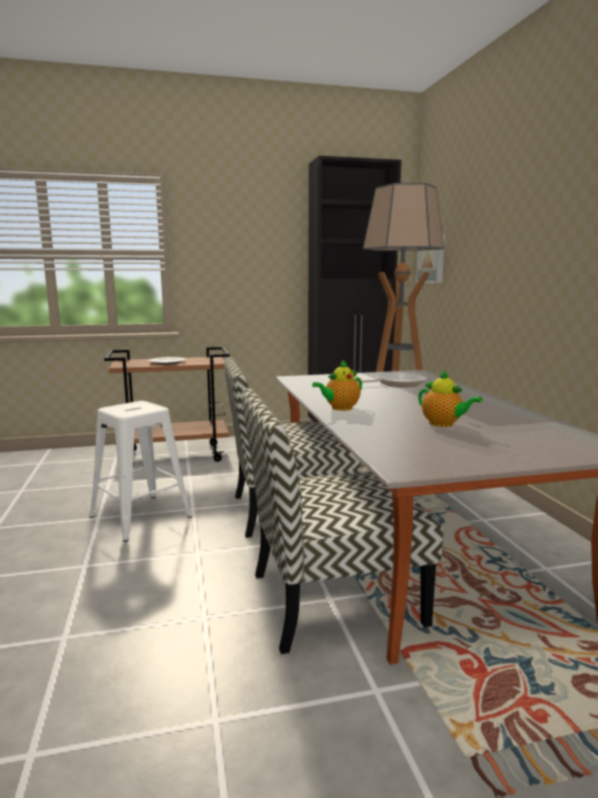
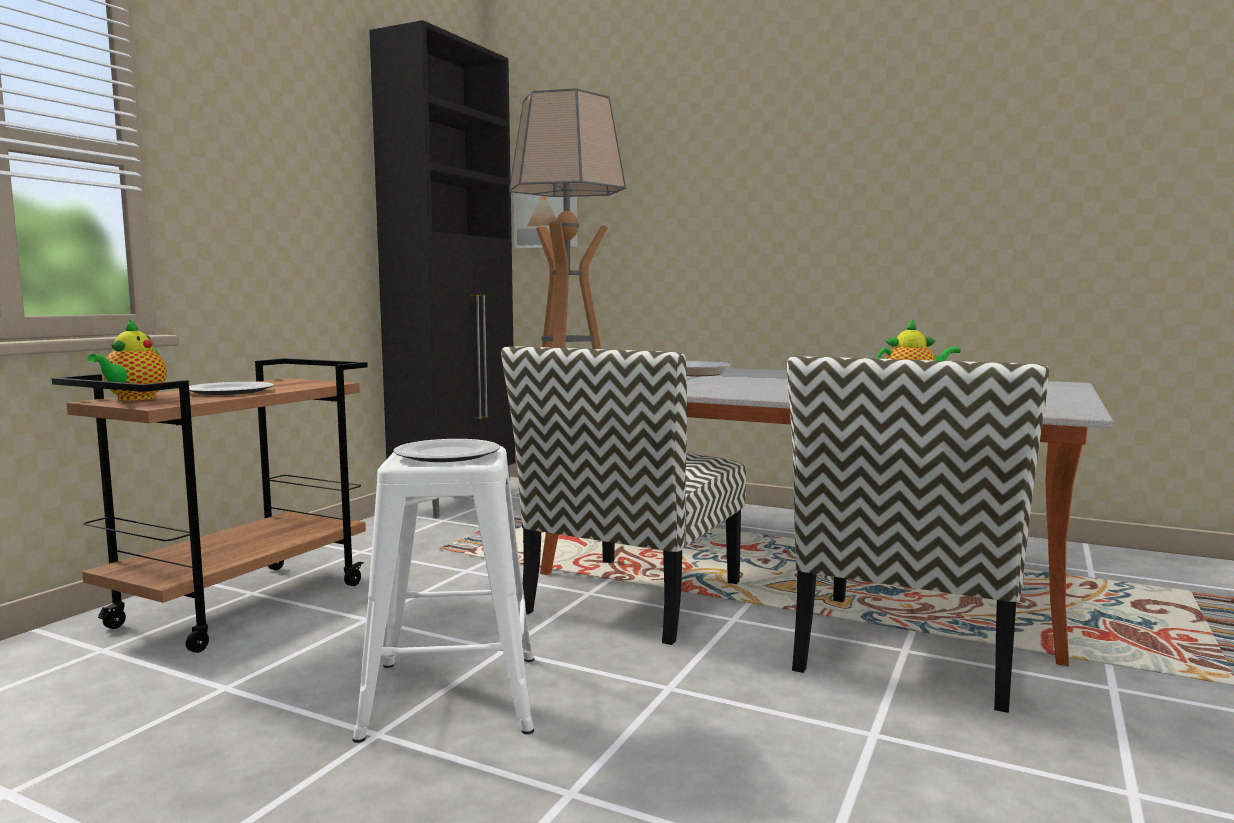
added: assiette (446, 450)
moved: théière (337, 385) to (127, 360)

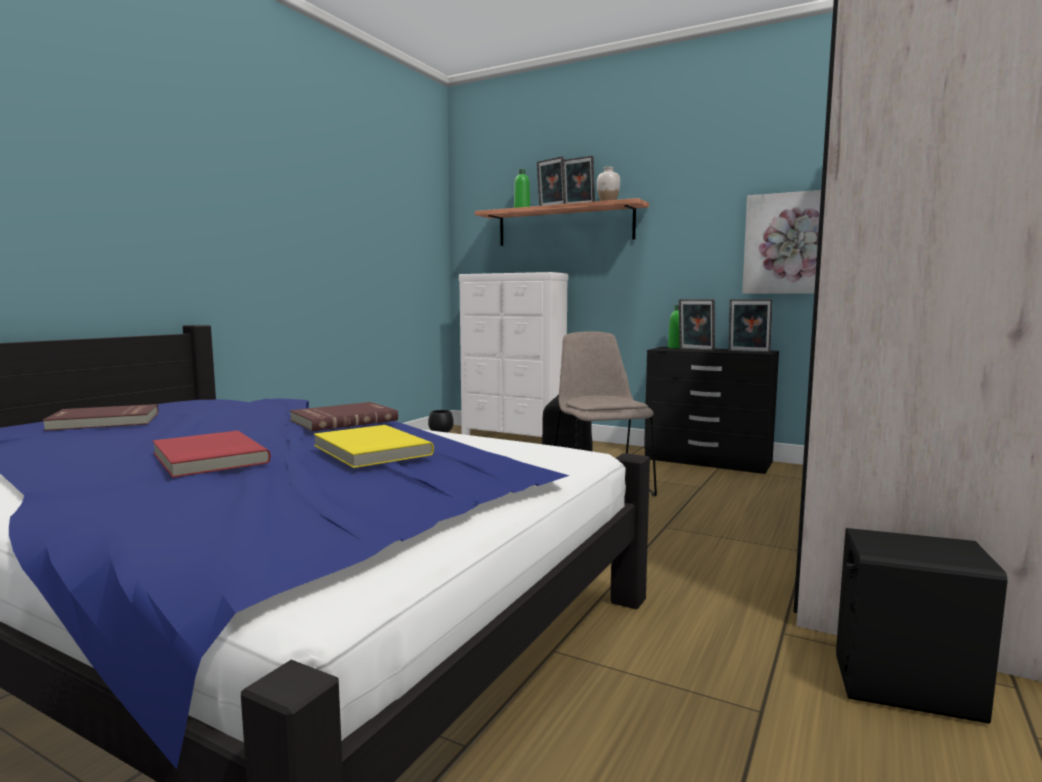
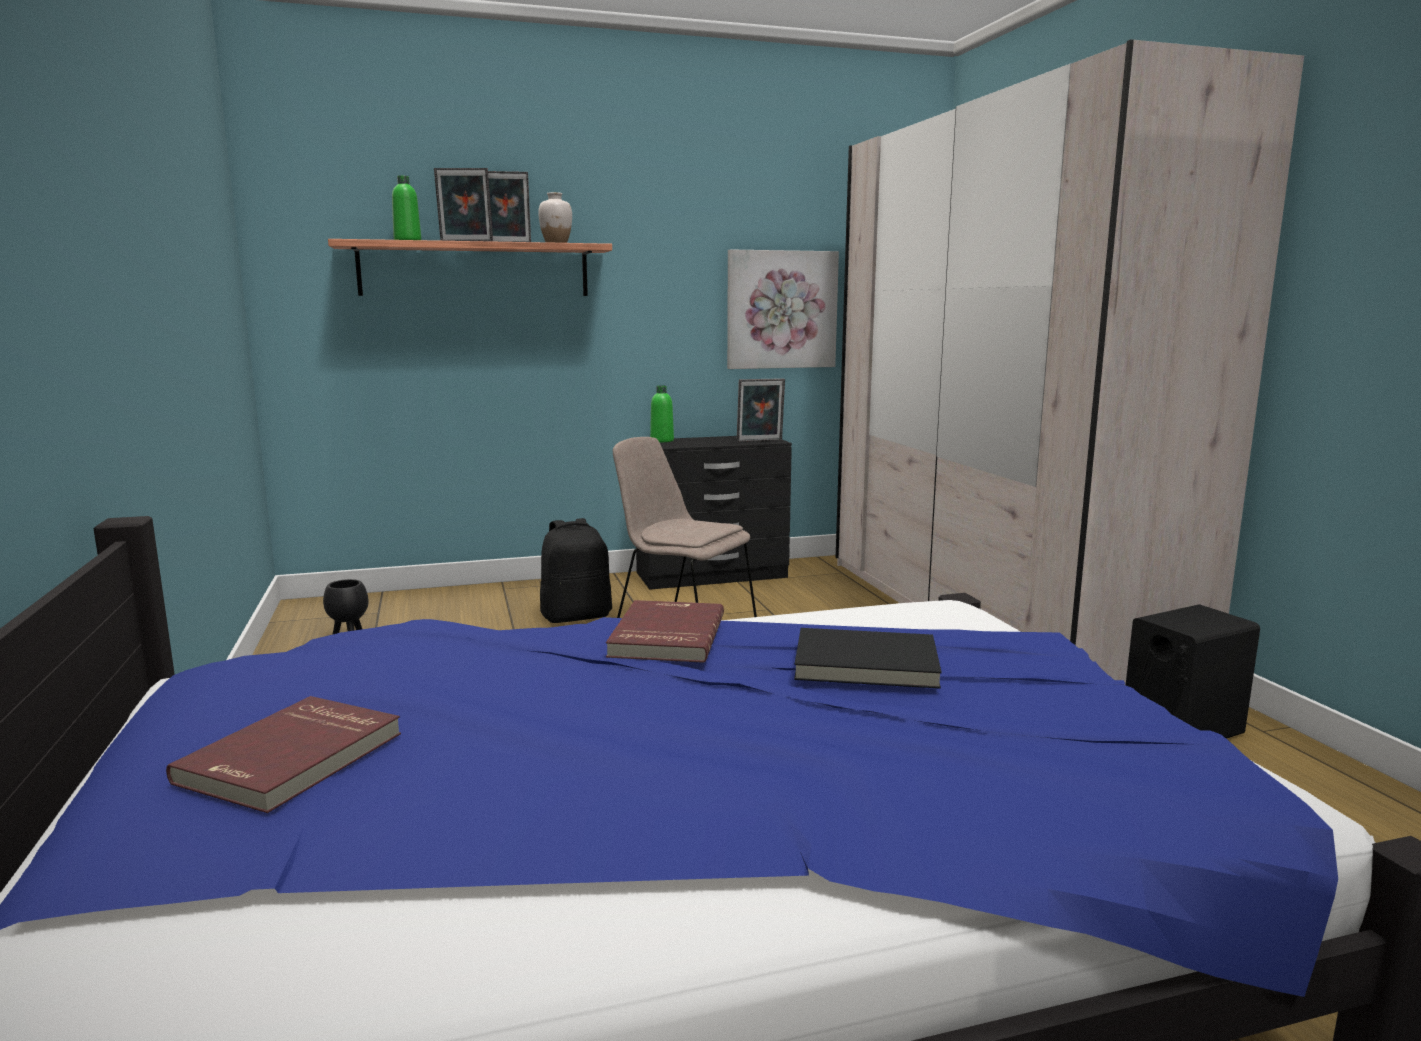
removed: livre/rouge (212, 454); commode/blanc (513, 354); cadre photo (697, 325)
recoloured: livre/jaune (374, 446) to livre/noir (868, 658)

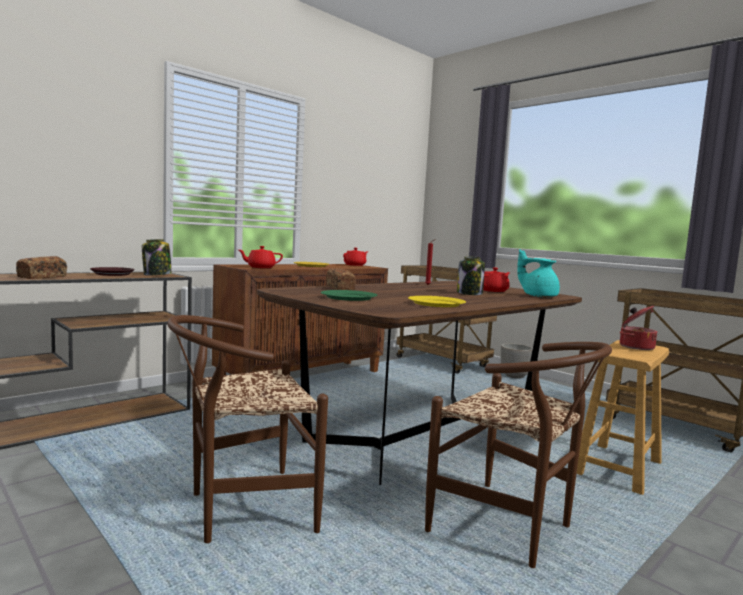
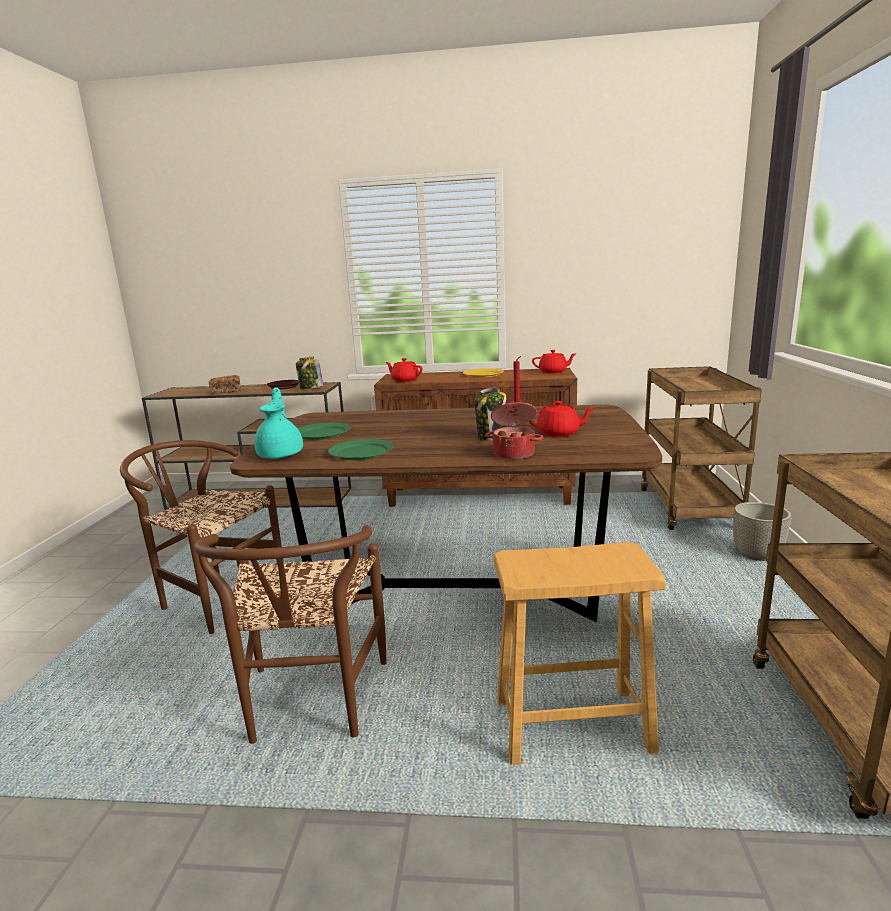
removed: pain (341, 279)
moved: théière/turquoise (538, 273) to (279, 423); marmite (638, 328) to (514, 431)
recoloured: assiette/jaune (437, 301) to assiette/vert (361, 449)

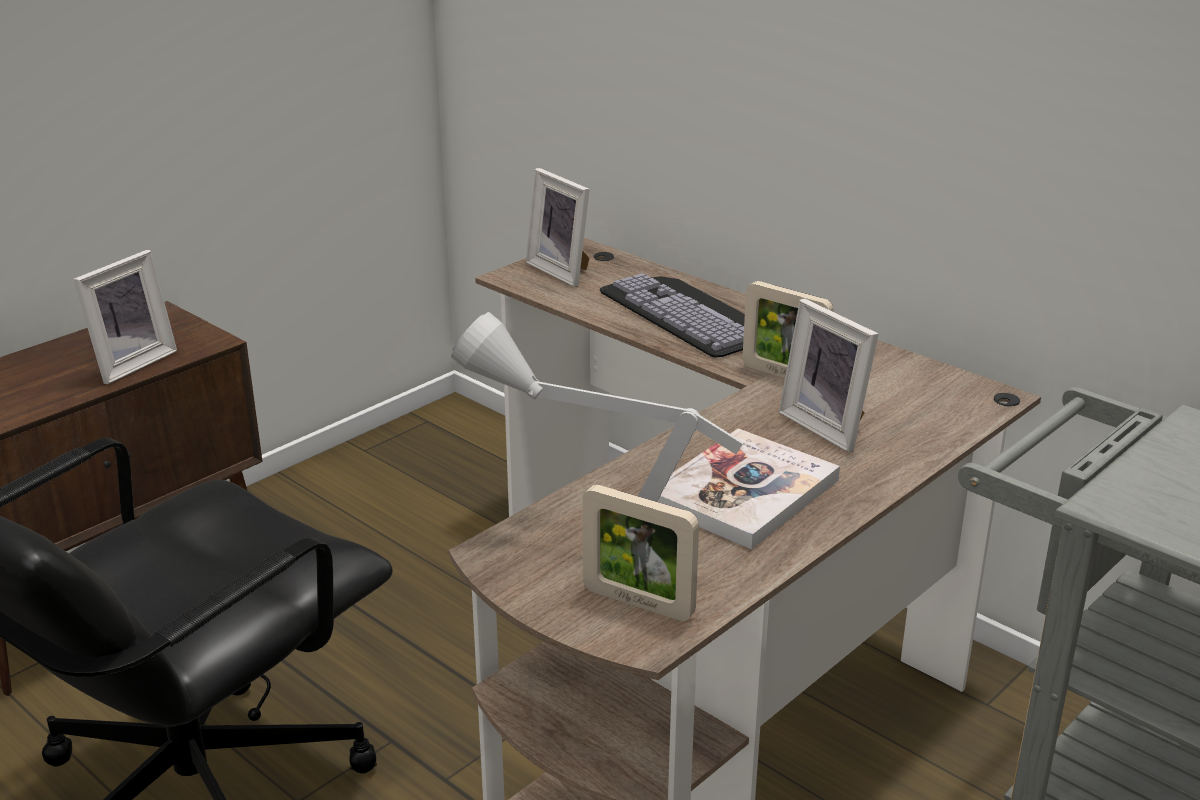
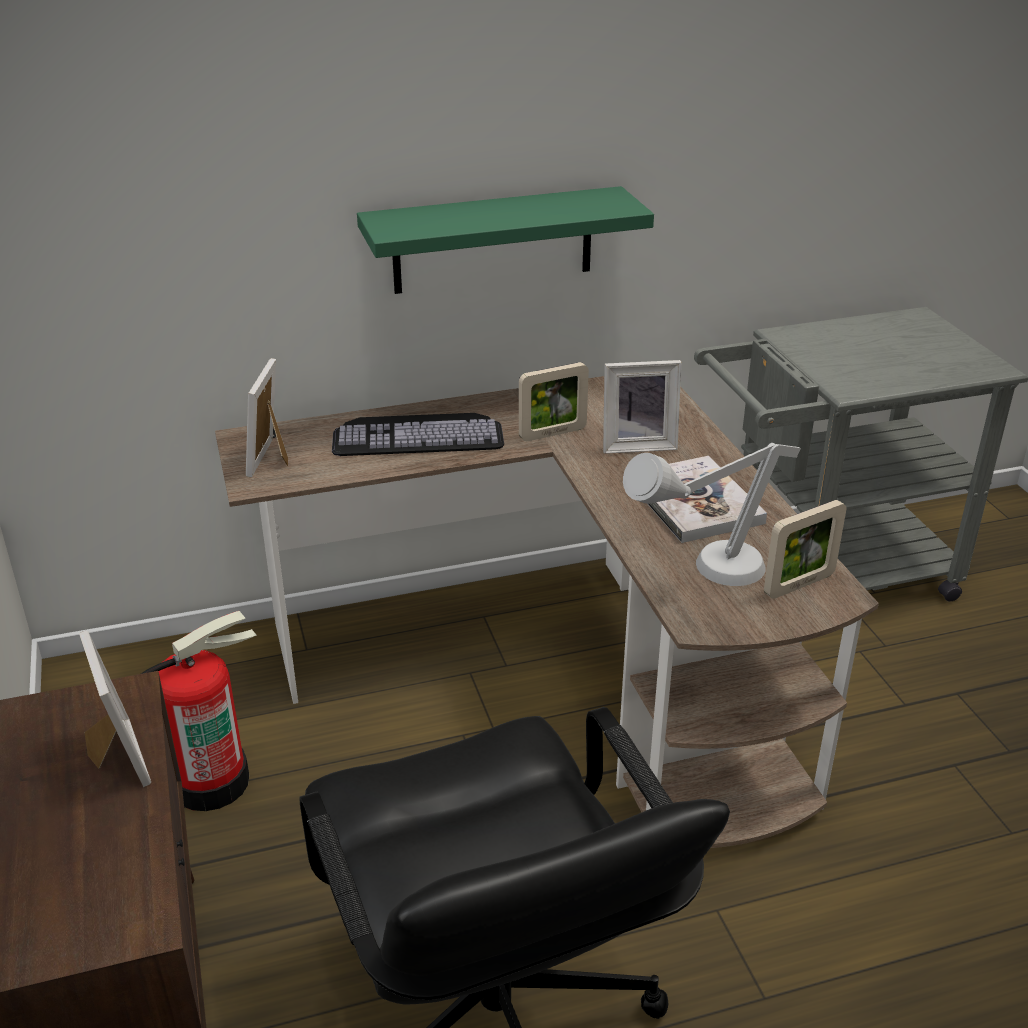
added: extincteur (199, 711); étagère/vert (505, 240)
turned: cadre photo (558, 227) = (267, 418) 105 degrees clockwise

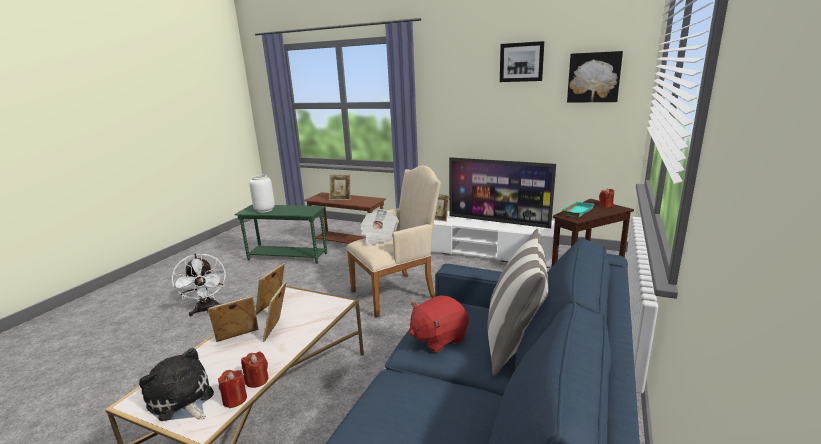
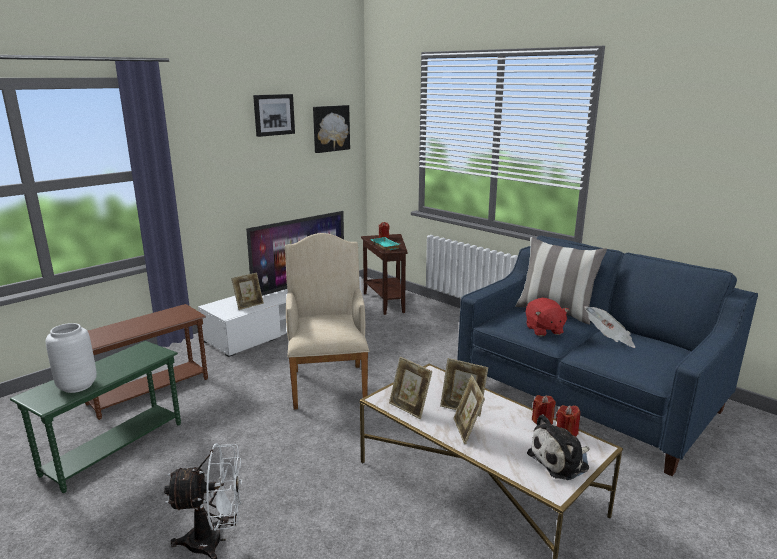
removed: cadre photo (340, 187)
moved: journal (379, 227) to (610, 327)

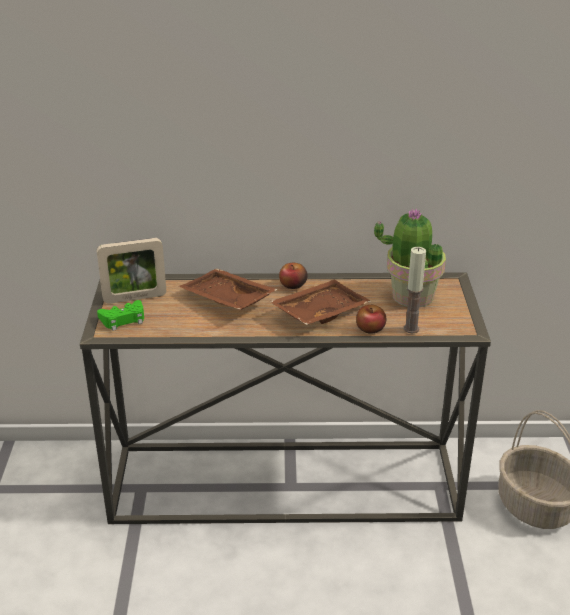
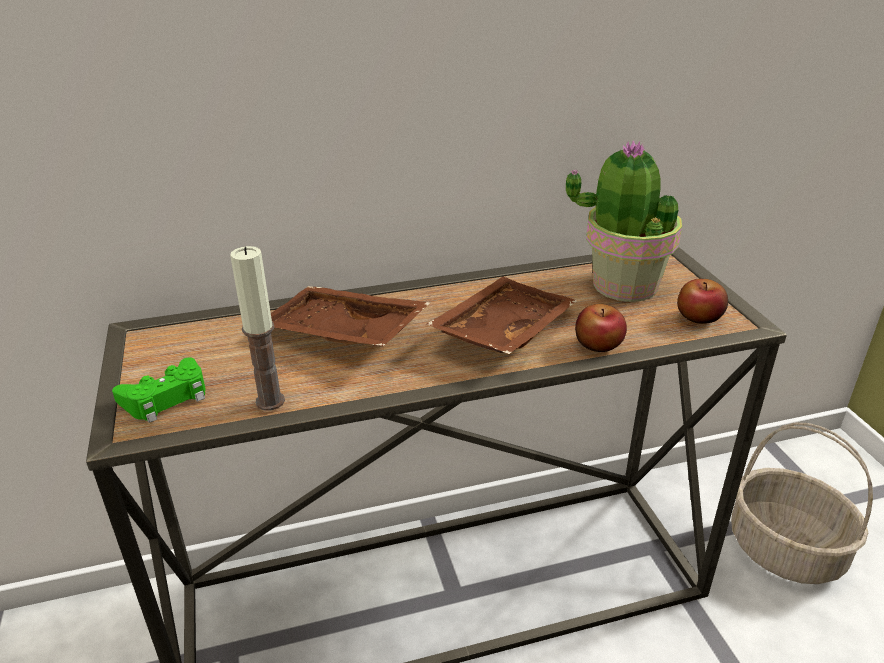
removed: cadre photo (131, 271)
moved: bougie (415, 290) to (257, 328); pomme (293, 276) to (702, 301)

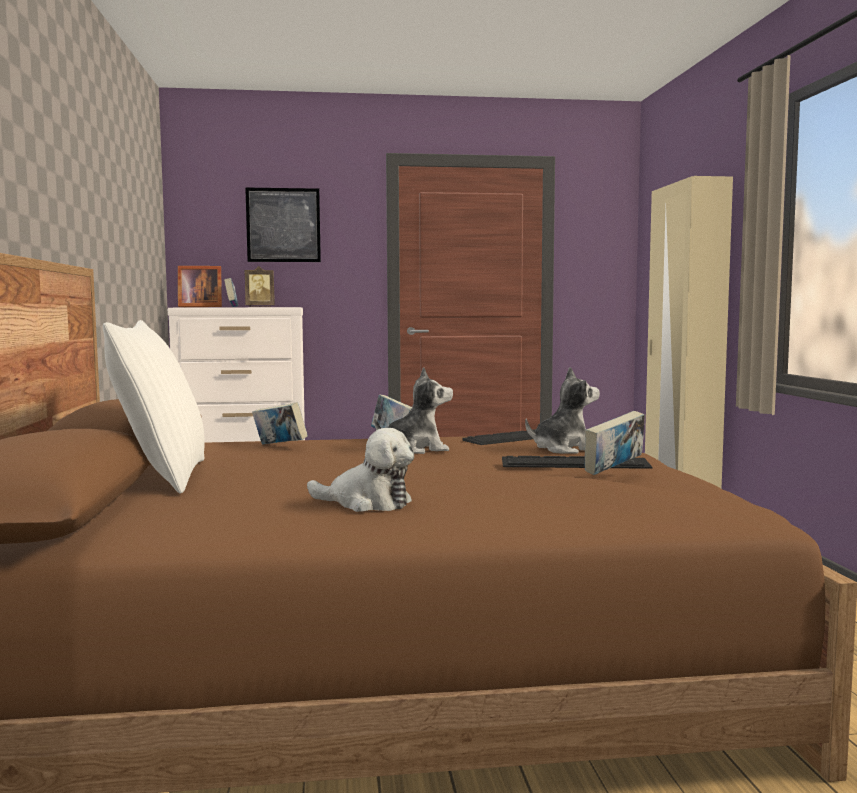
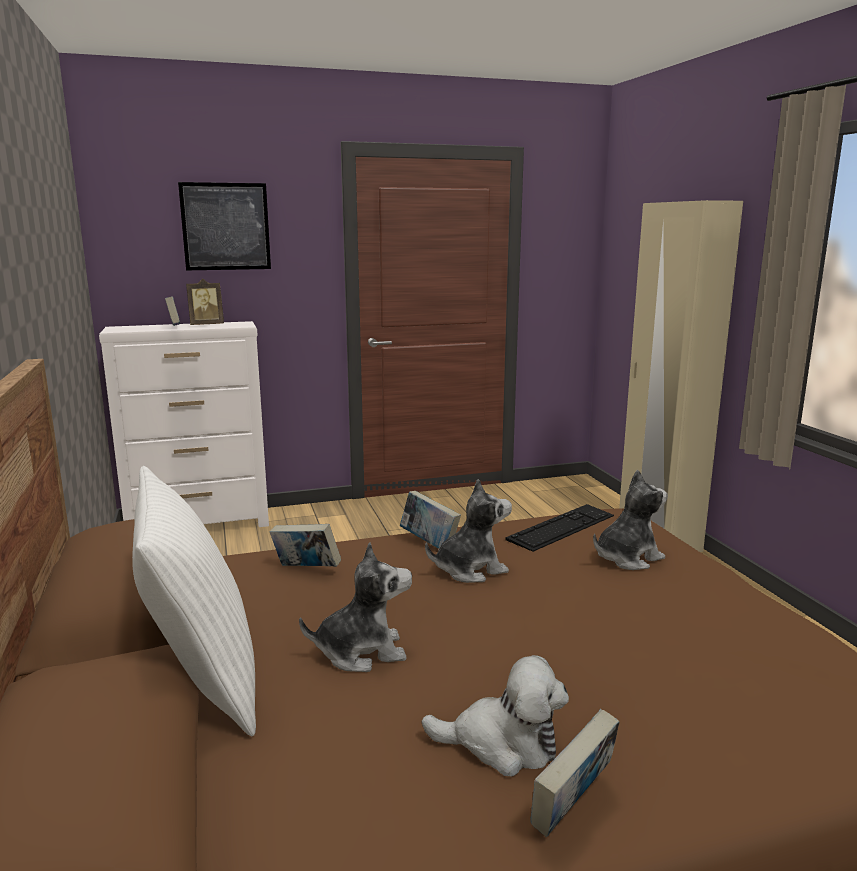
removed: cadre photo (200, 286); clavier (577, 462)
added: peluche (355, 607)
moved: livre (615, 443) to (575, 773)

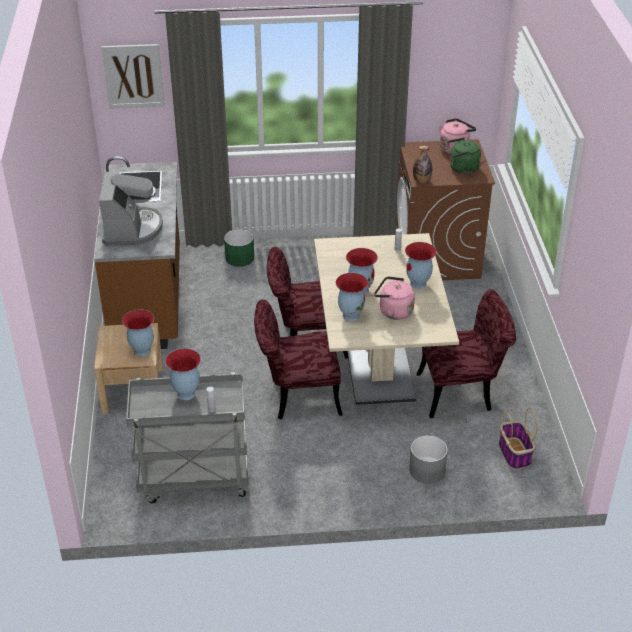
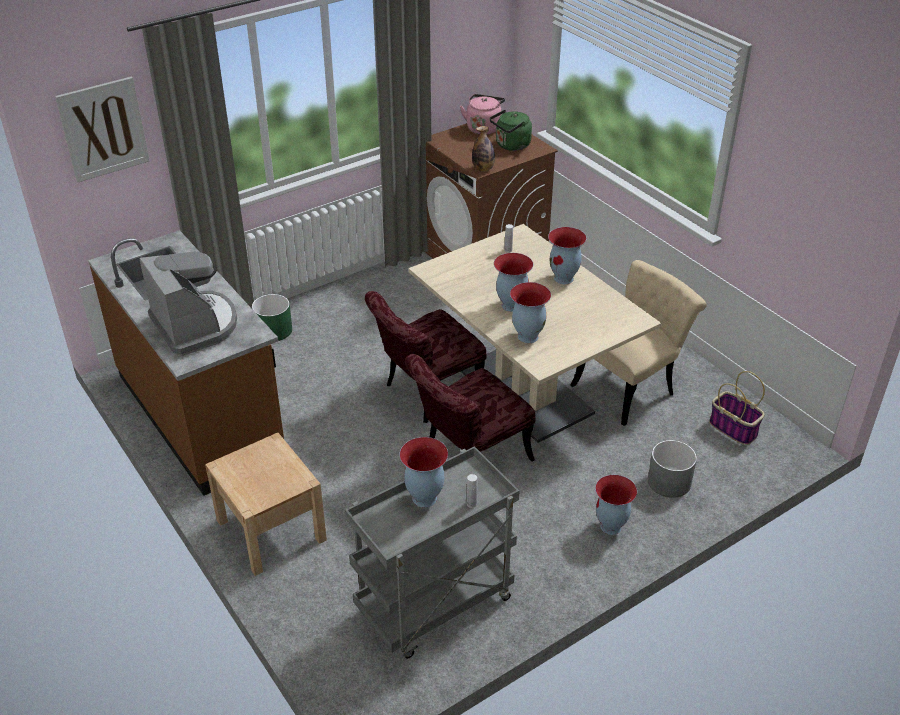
removed: bouilloire/rose (394, 298)
moved: vase (138, 333) to (616, 505)
recoloured: chaise/rouge (466, 353) to chaise/beige (638, 343)

